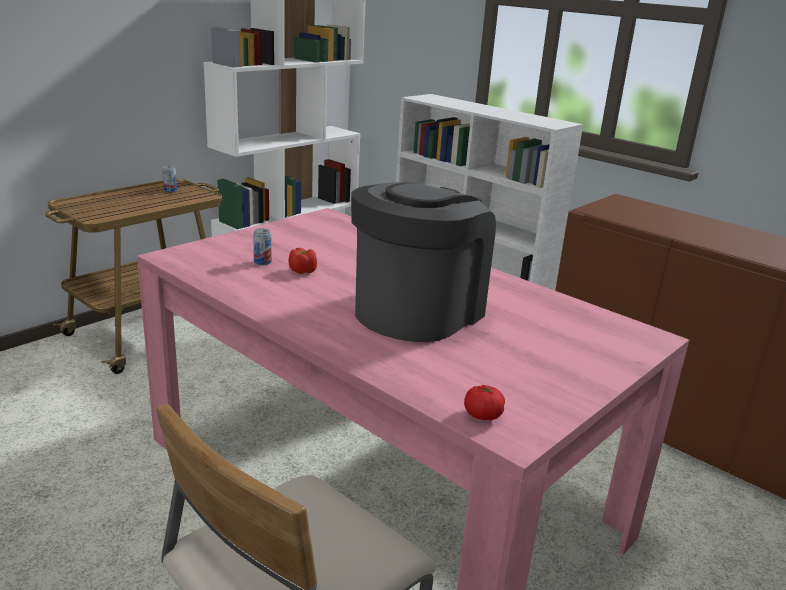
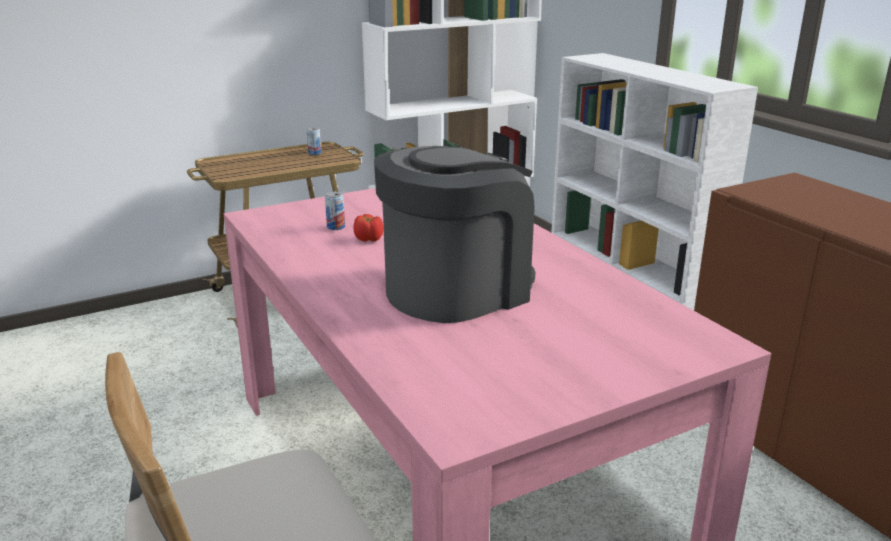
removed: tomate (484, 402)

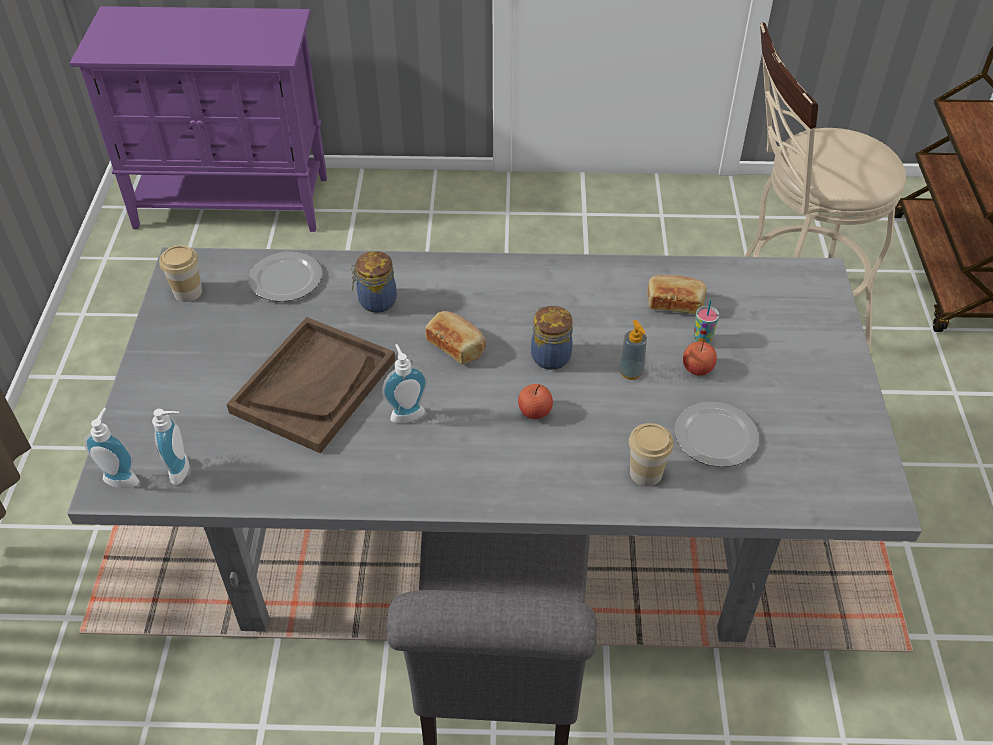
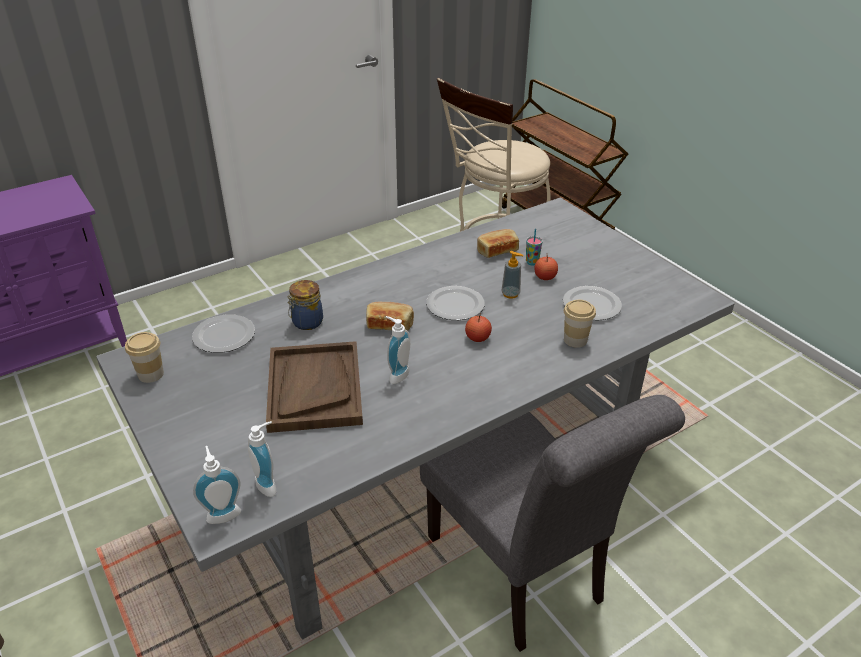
replaced: bocal (552, 338) to assiette (455, 303)

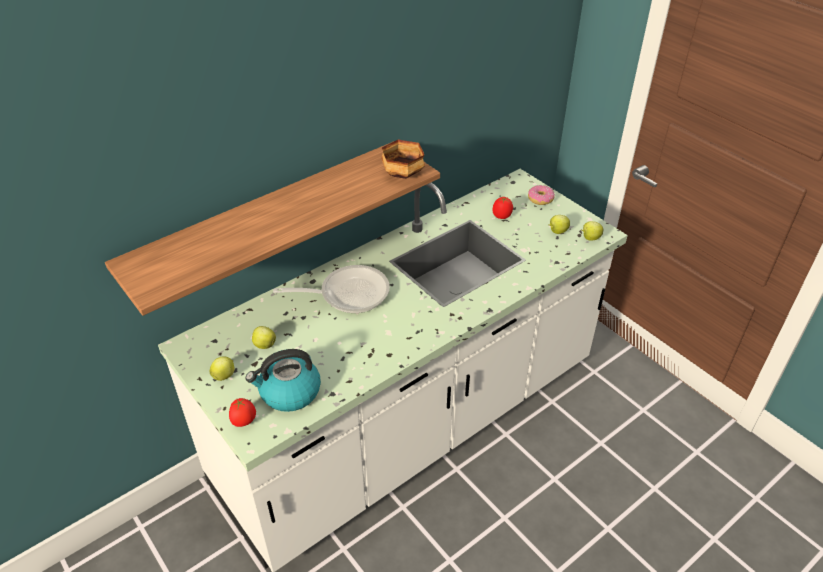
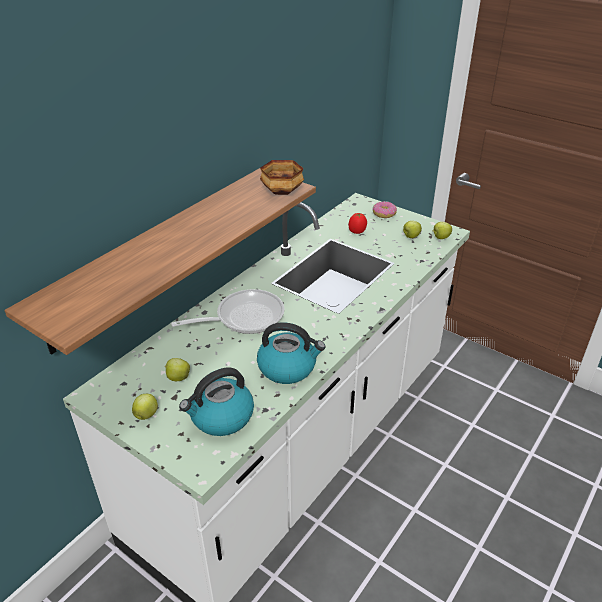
removed: tomate (242, 412)
added: bouilloire (291, 353)

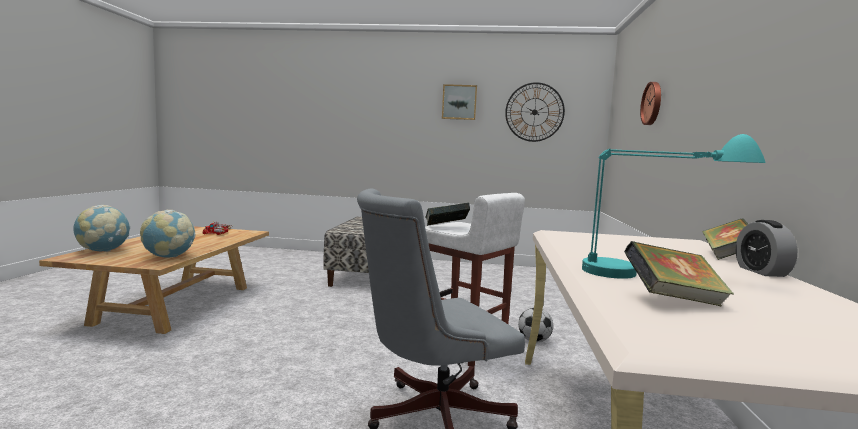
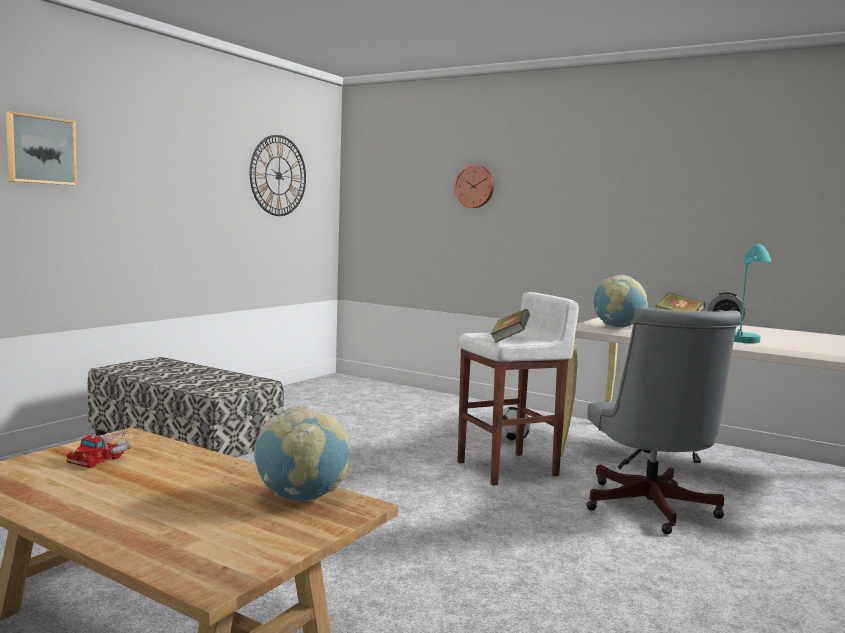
removed: livre (679, 274)
moved: tableau (459, 102) to (41, 148); globe (101, 228) to (621, 301)

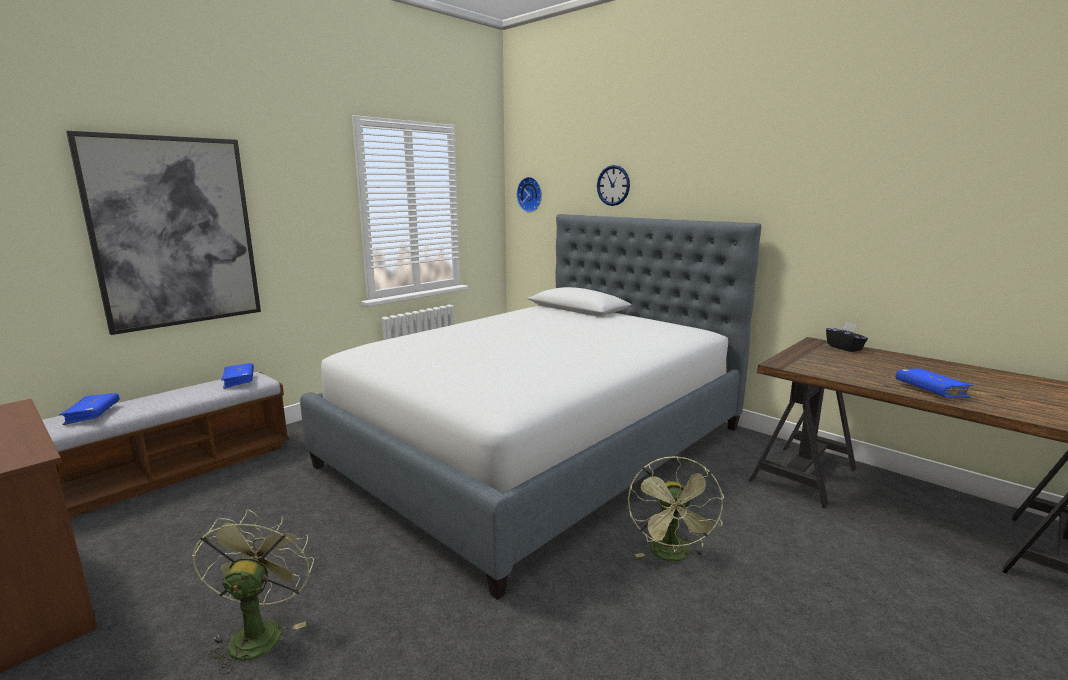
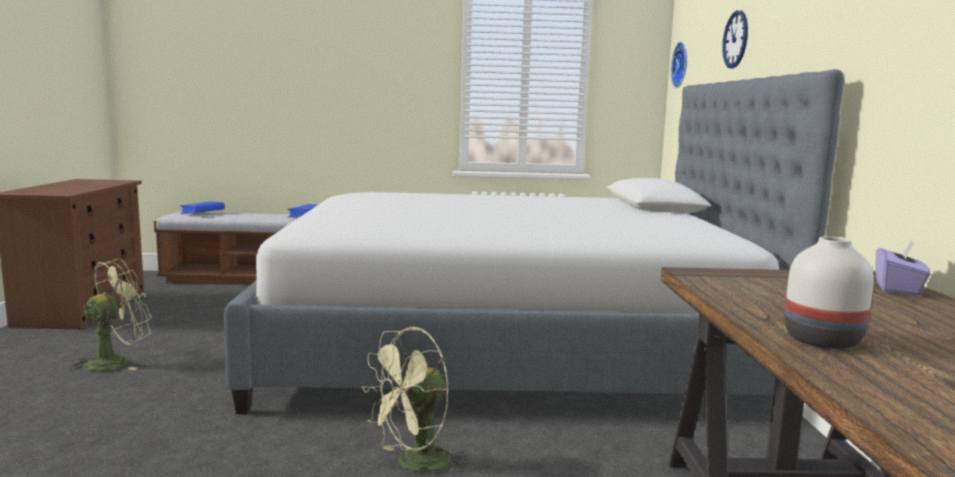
removed: tableau (163, 233)
replaced: livre/bleu (934, 383) to vase/blanc (829, 292)
recoloured: boîte à mouchoirs/noir (847, 336) to boîte à mouchoirs/violet (902, 268)

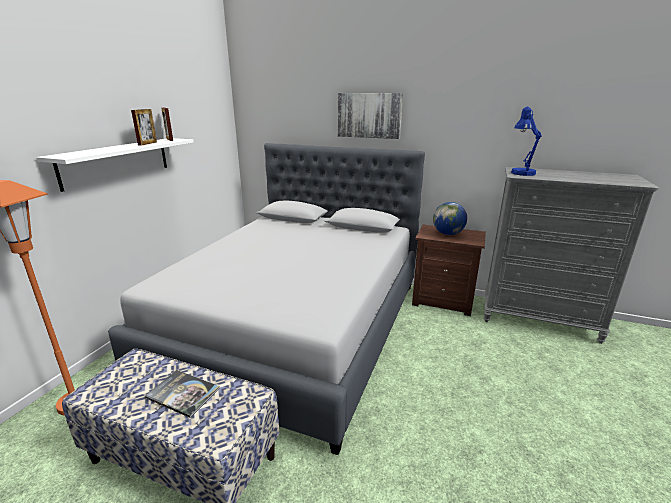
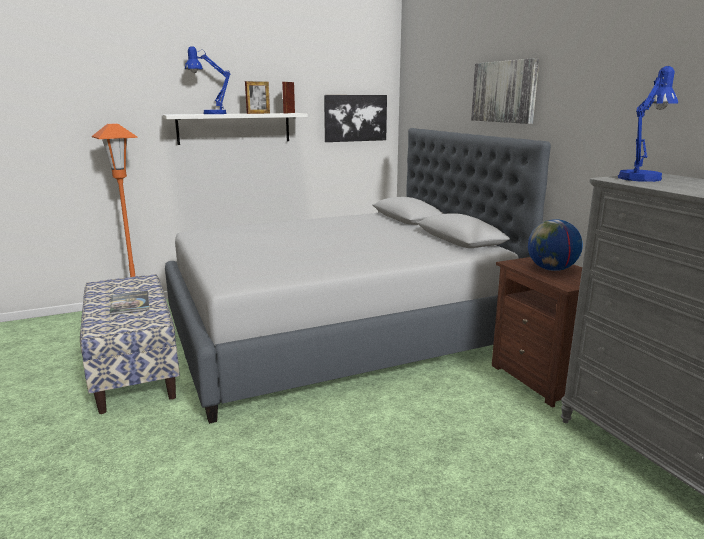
added: lampe de table/bleu (207, 80); tableau (355, 118)

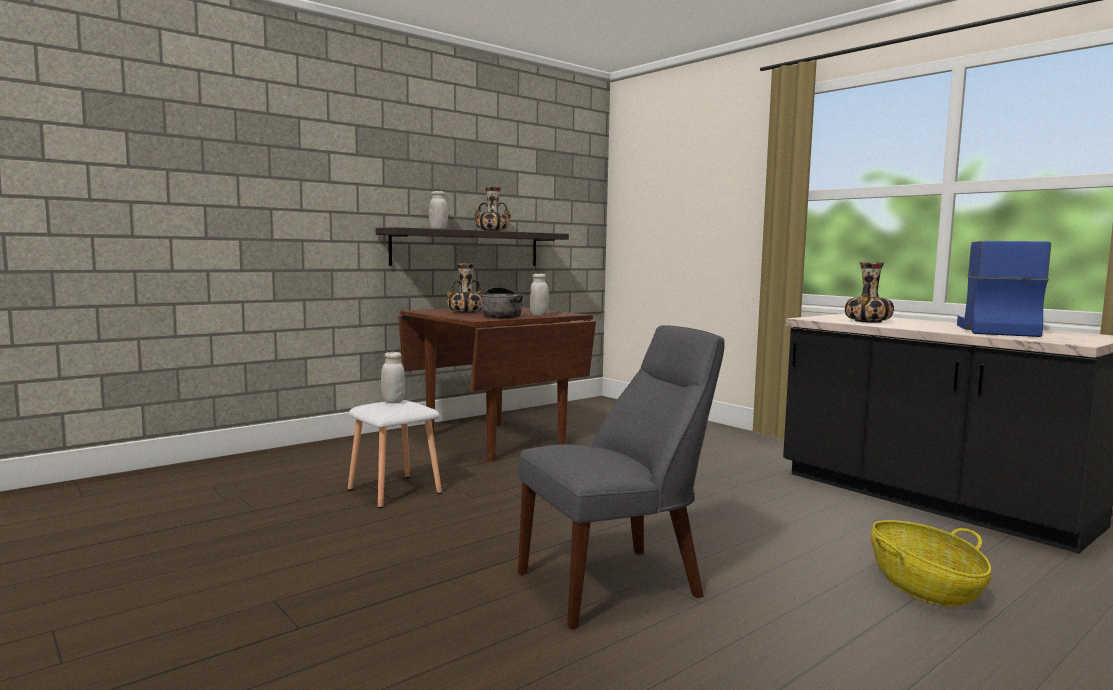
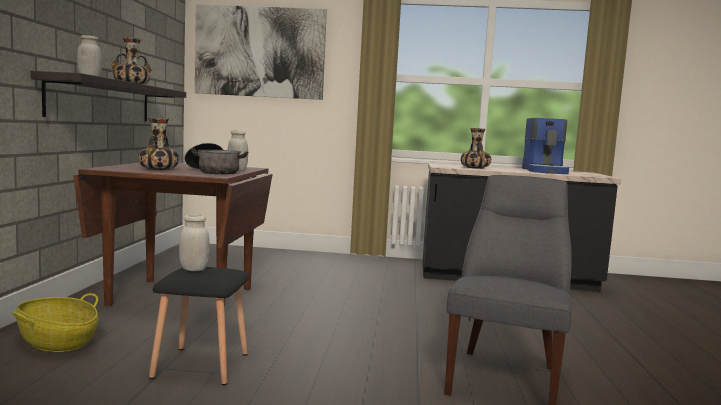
added: tableau (261, 52)
moved: panier (931, 563) to (55, 322)
recoloured: tabouret/blanc (395, 454) to tabouret/noir (199, 326)
turned: machine à café (1004, 289) = (545, 146) 150 degrees counterclockwise

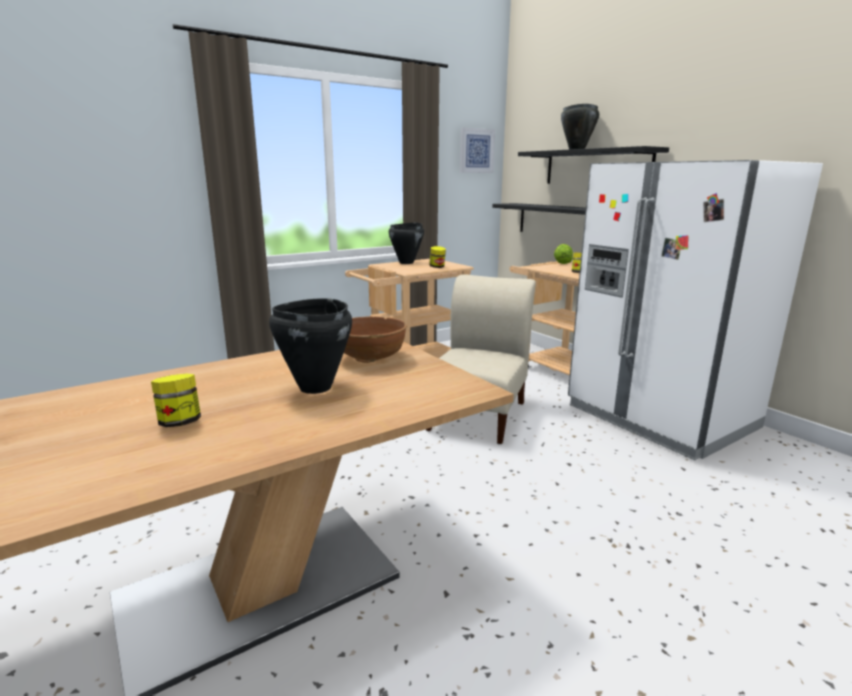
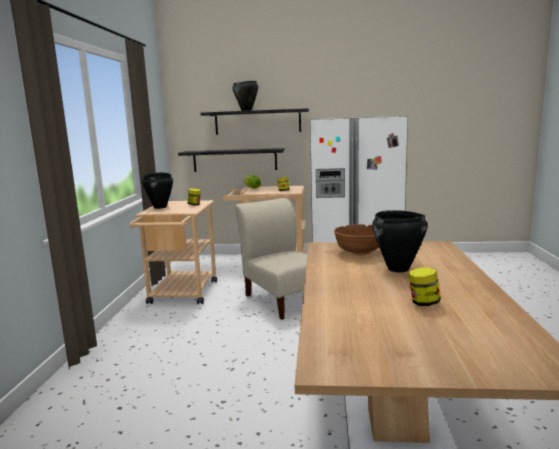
removed: tableau (477, 150)

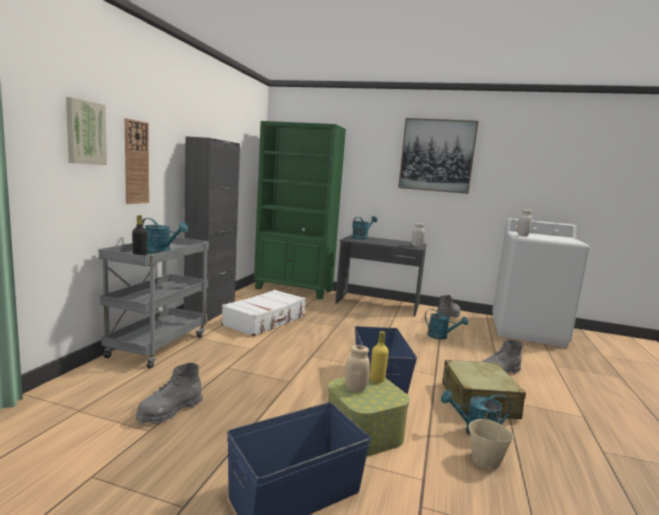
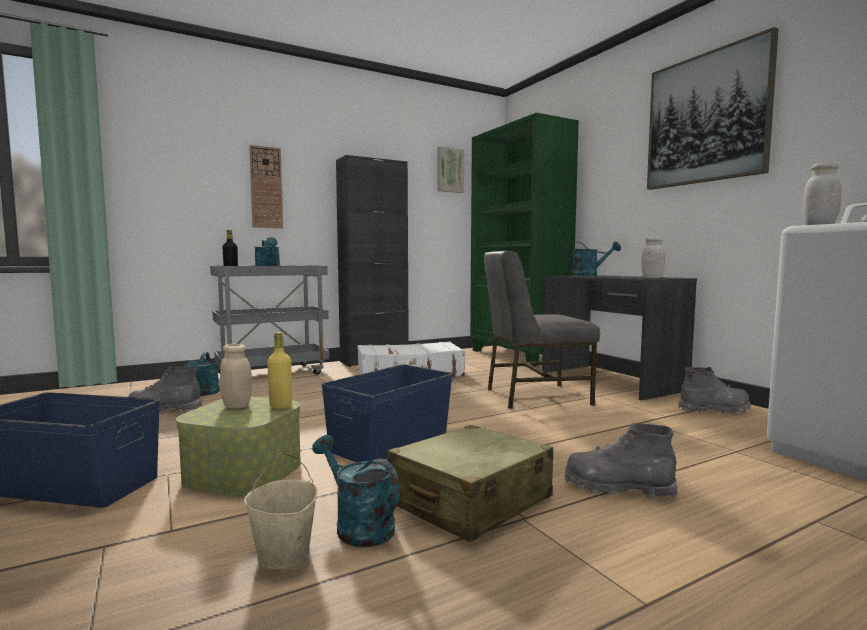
added: chaise/gris (542, 330)
moved: arrosoir/turquoise (446, 324) to (202, 374); tableau (86, 131) to (450, 169)

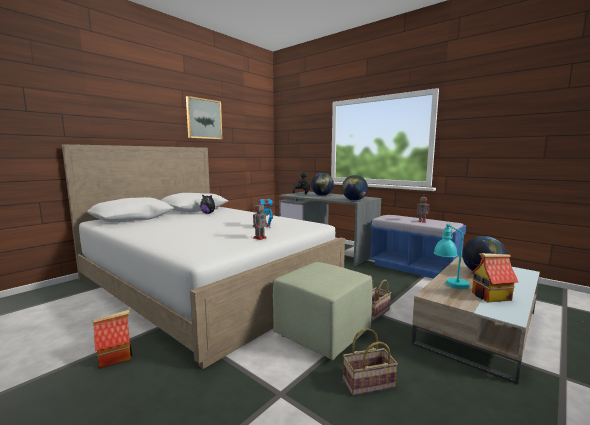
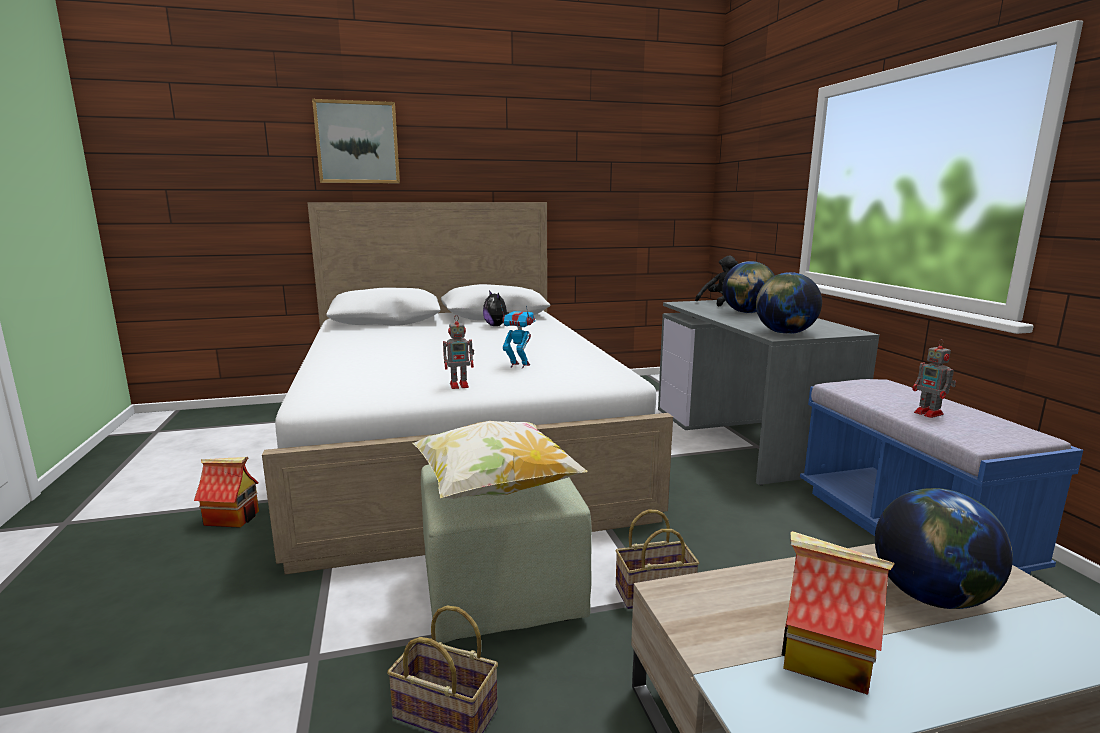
removed: lampe de table/turquoise (451, 256)
added: coussin (500, 460)
moved: tableau (204, 117) to (356, 141)

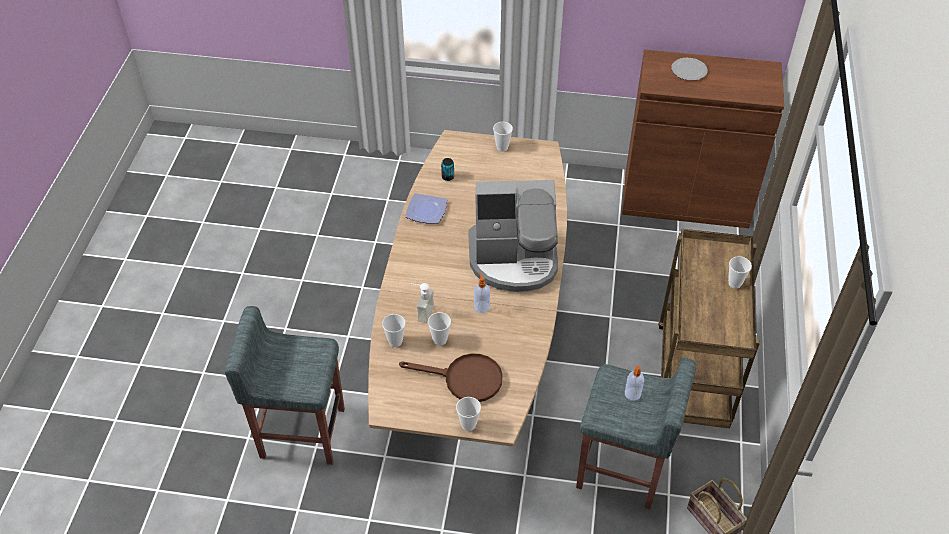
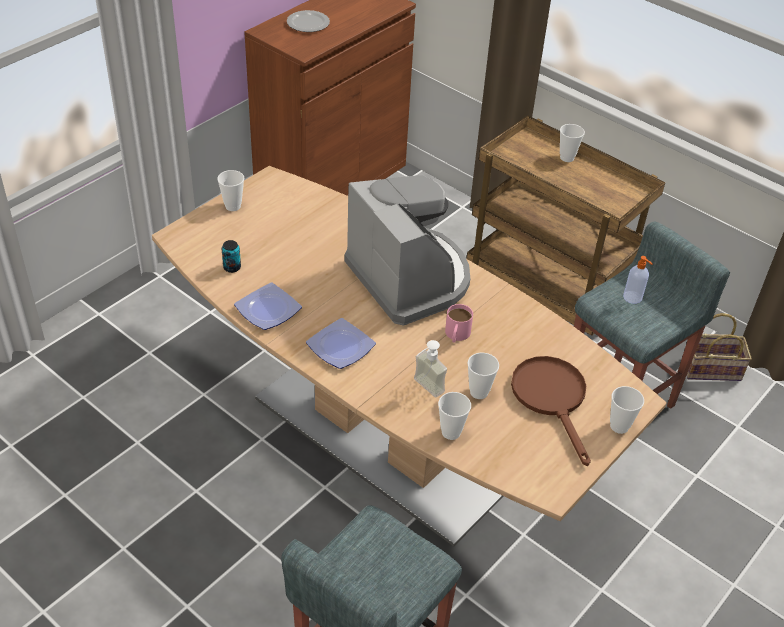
added: assiette (341, 343)
replaced: distributeur de savon (482, 292) to mug/rose (459, 323)
turned: machine à café (513, 236) = (407, 250) 60 degrees counterclockwise; poêle/marron (451, 377) = (551, 411) 60 degrees counterclockwise

